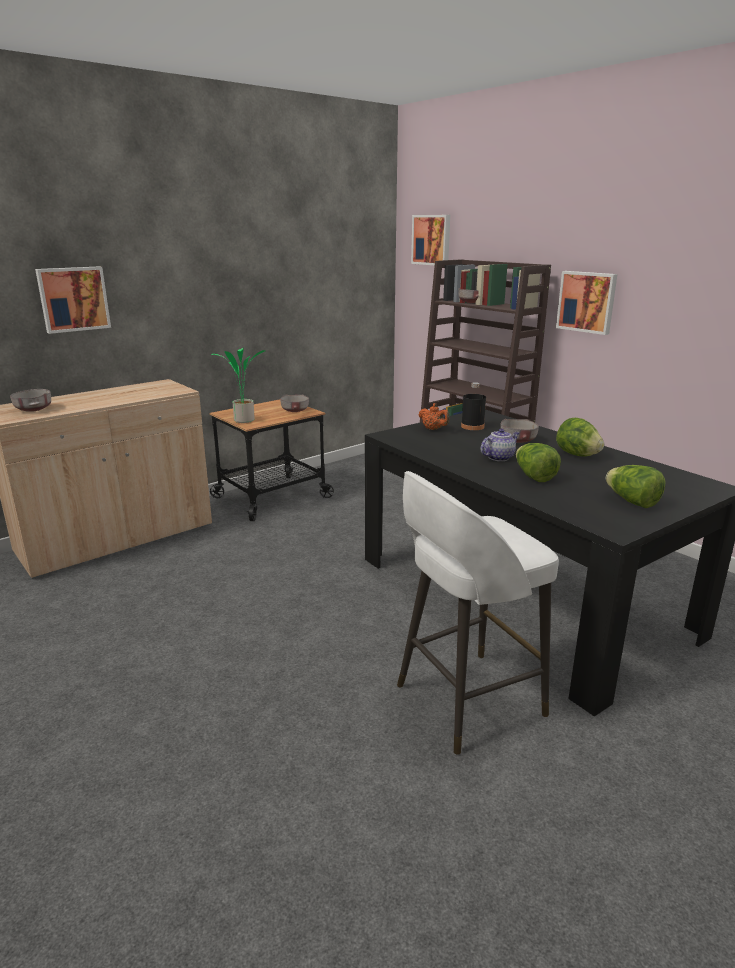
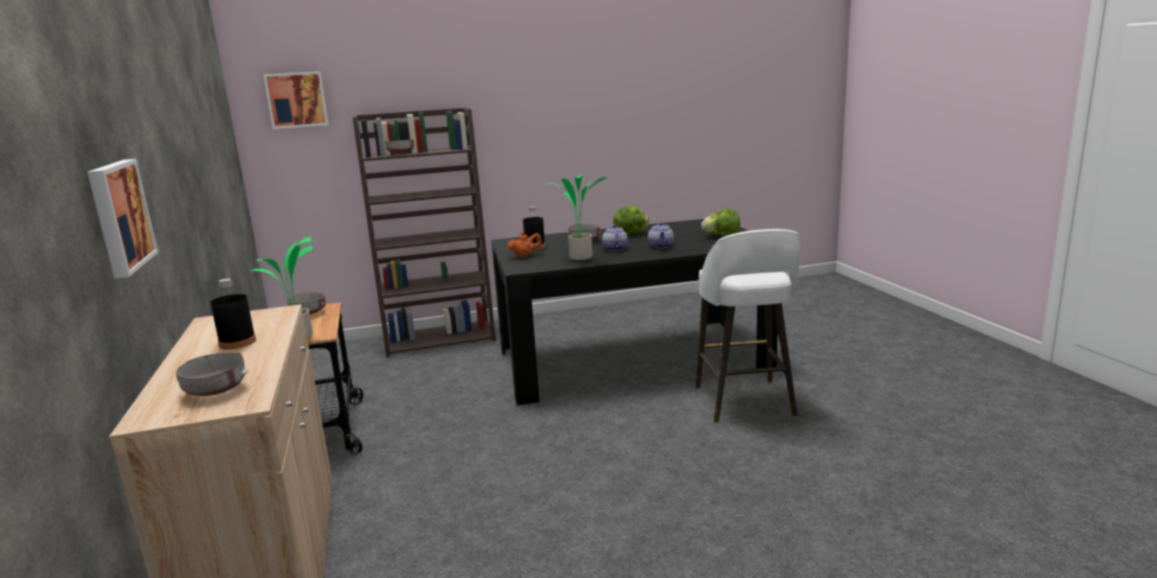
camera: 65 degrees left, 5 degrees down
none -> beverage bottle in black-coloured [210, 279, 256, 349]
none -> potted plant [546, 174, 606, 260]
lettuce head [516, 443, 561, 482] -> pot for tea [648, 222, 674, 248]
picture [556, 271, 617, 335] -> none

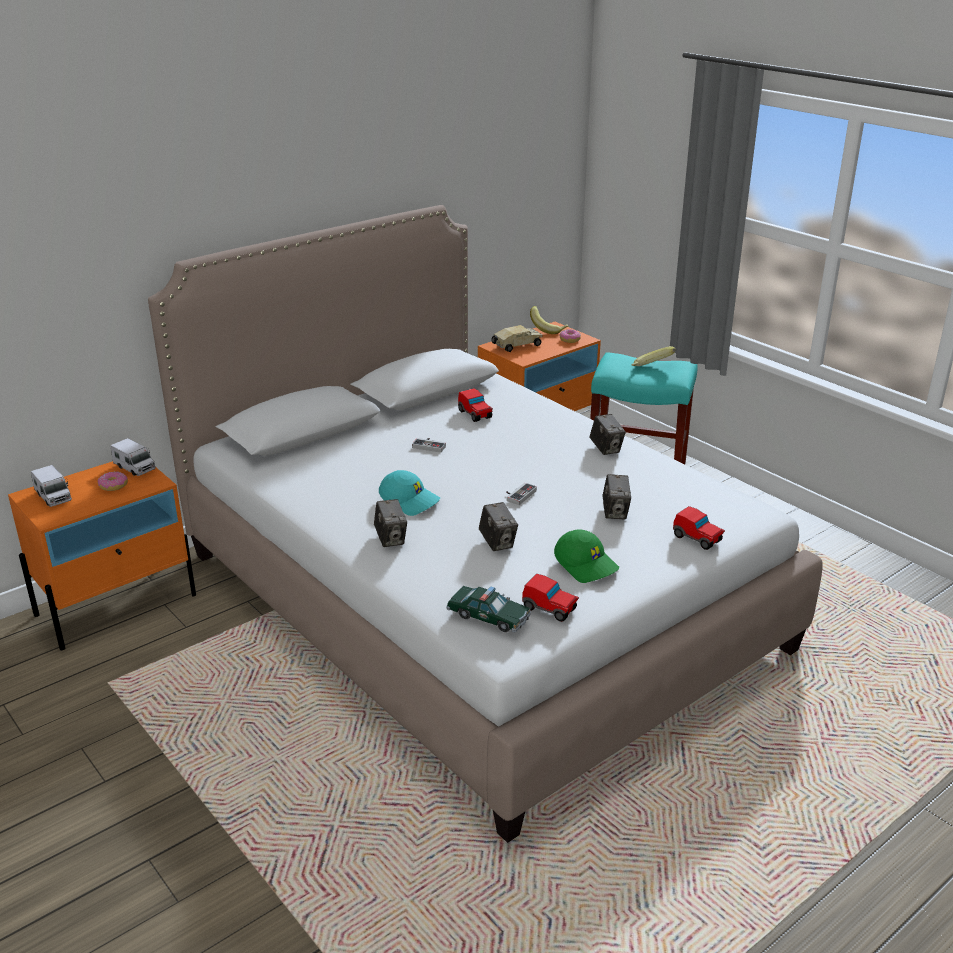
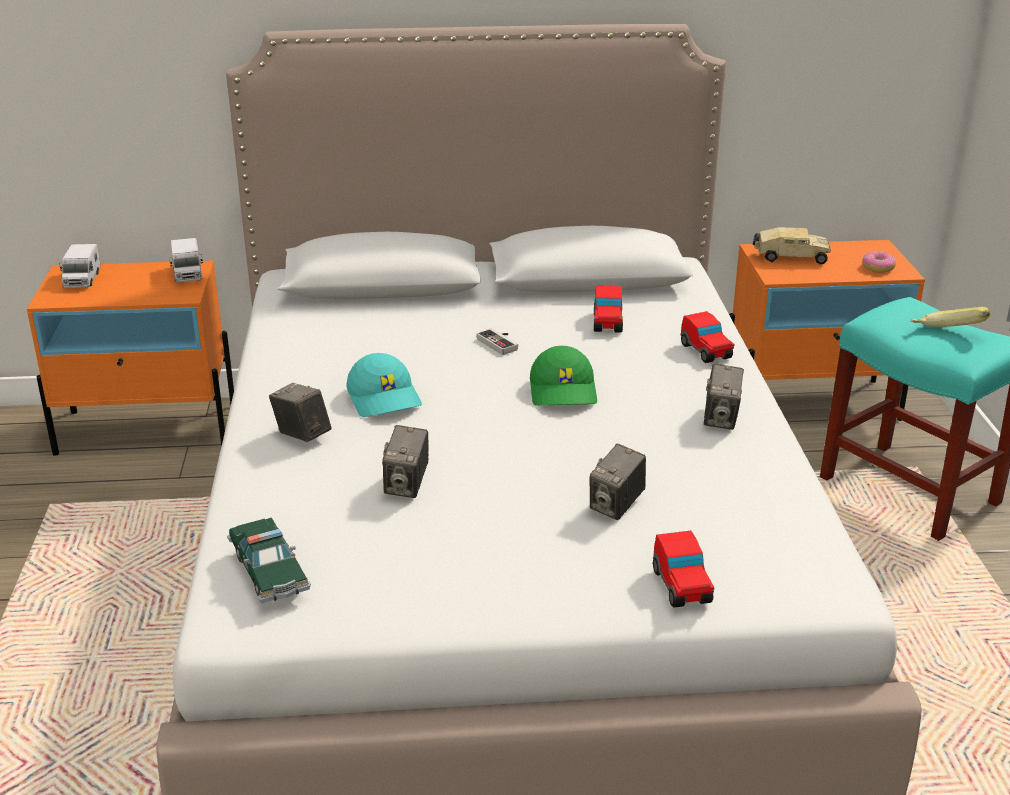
camera: 35 degrees right, 0 degrees up
photo camera [374, 499, 407, 547] -> photo camera [269, 383, 332, 442], 120 degrees clockwise
peaked cap in green [554, 529, 619, 583] -> peaked cap in green [530, 346, 597, 406], shifted
miniature car [522, 574, 579, 622] -> miniature car [681, 311, 735, 363], shifted
doughnut [98, 471, 128, 491] -> none
joypad [506, 483, 537, 505] -> none
banana [530, 306, 569, 334] -> none

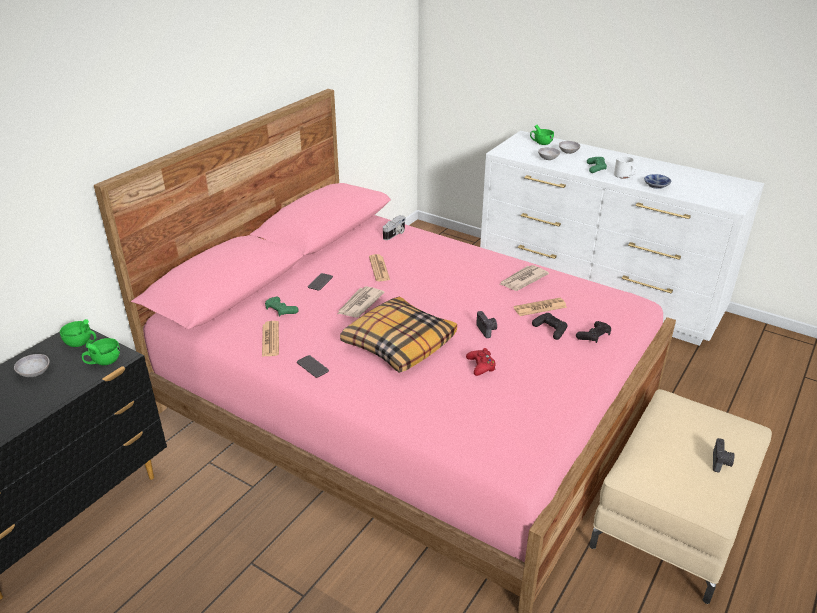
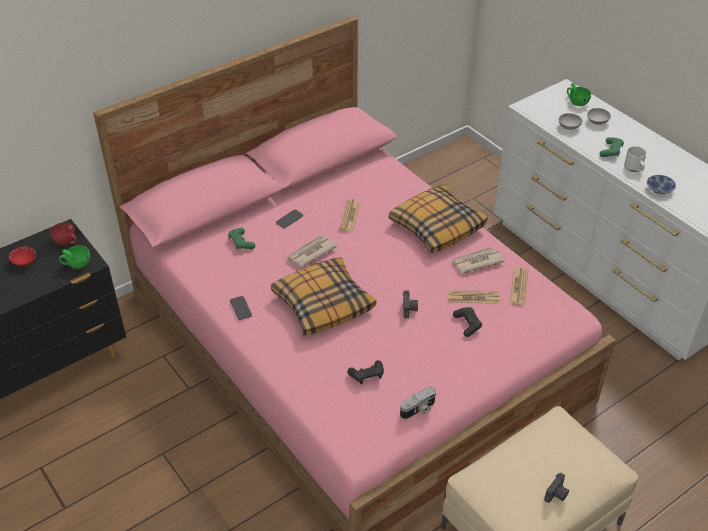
camera: 20 degrees right, 10 degrees up
serving bowl in grey [14, 354, 50, 377] -> serving bowl in red [9, 246, 36, 266]
small cup in green [60, 319, 96, 347] -> small cup in red [50, 222, 77, 245]
joypad in black-coloured [576, 321, 611, 343] -> joypad in black-coloured [347, 360, 384, 384], shifted
none -> cushion [389, 184, 488, 253]
photo camera [383, 215, 406, 240] -> photo camera [400, 387, 436, 419], shifted
printed paper [262, 321, 279, 357] -> printed paper [510, 268, 528, 306], shifted
joypad in red [466, 348, 496, 376] -> none

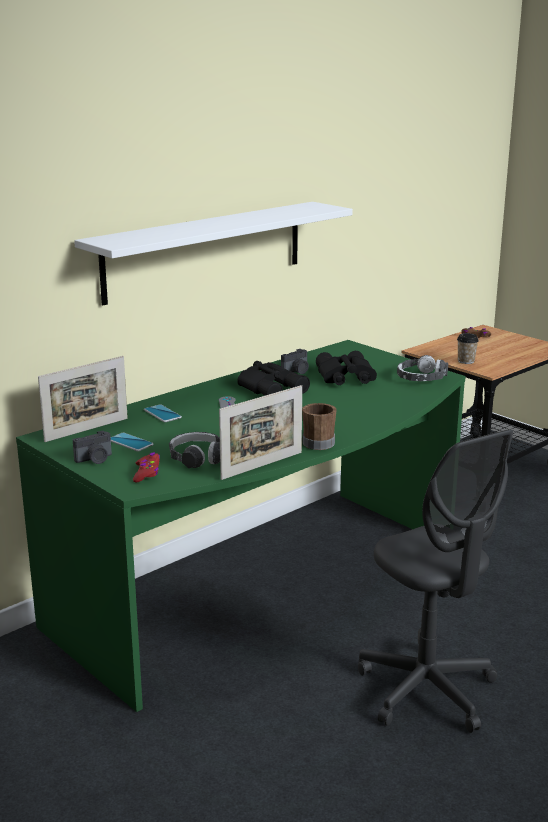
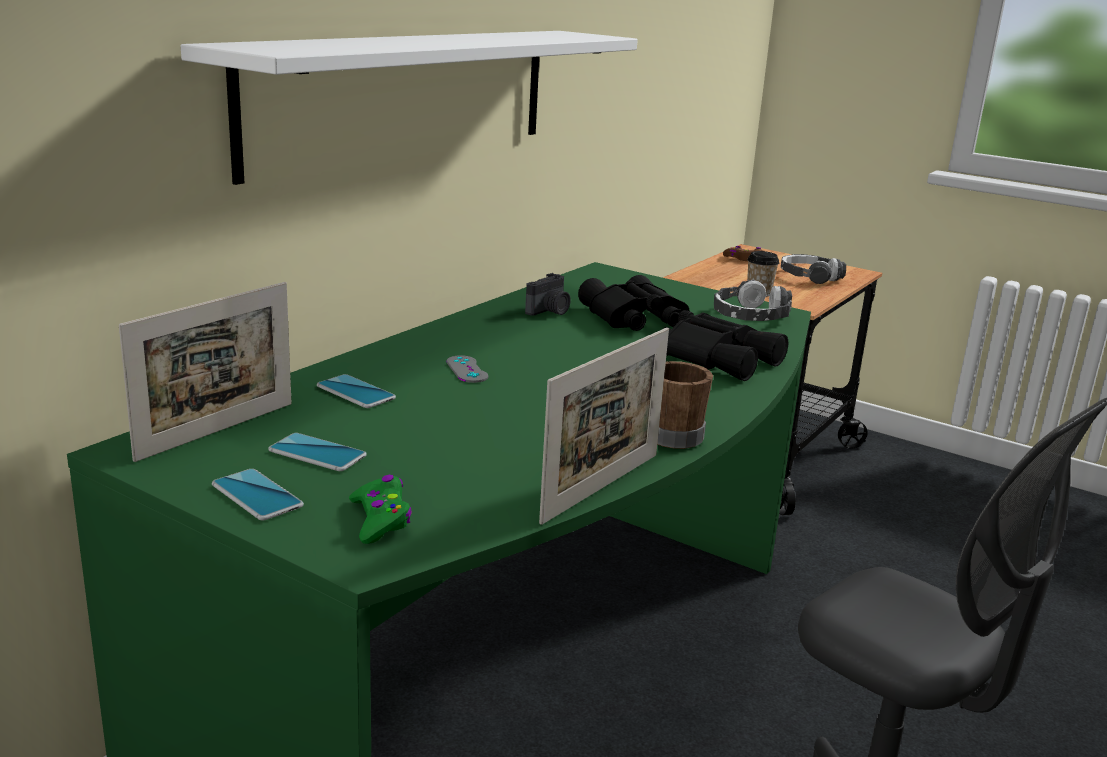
camera: 15 degrees left, 0 degrees up
photo camera [73, 431, 112, 464] -> handset [212, 469, 304, 521]
joypad in red [133, 452, 160, 482] -> joypad in green [349, 475, 412, 544]
binoculars in black-coloured [237, 361, 310, 396] -> binoculars in black-coloured [663, 310, 788, 381], shifted
headset [169, 432, 220, 468] -> headset [781, 254, 846, 284], shifted

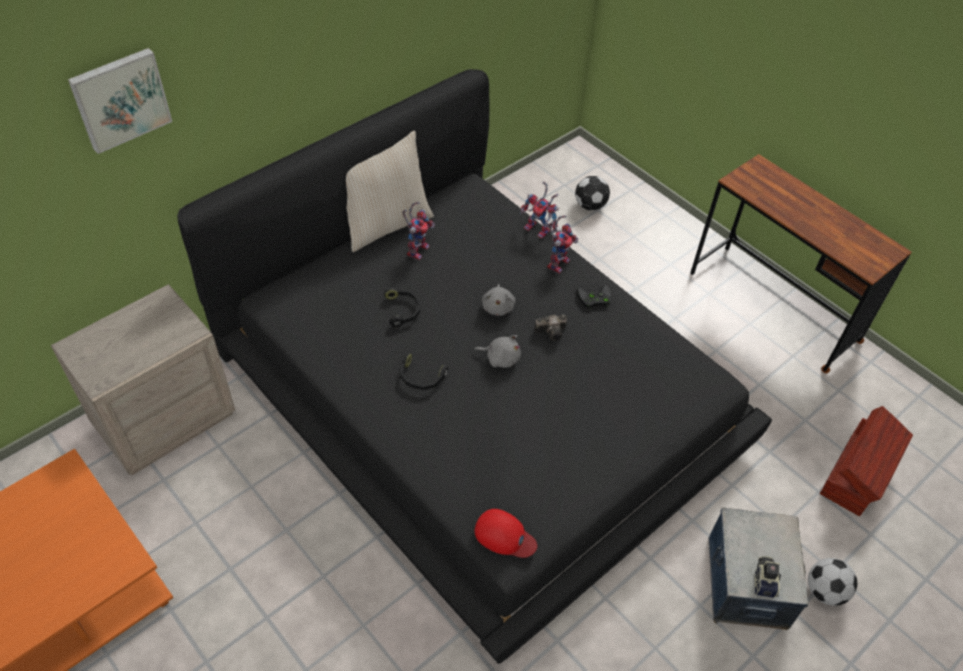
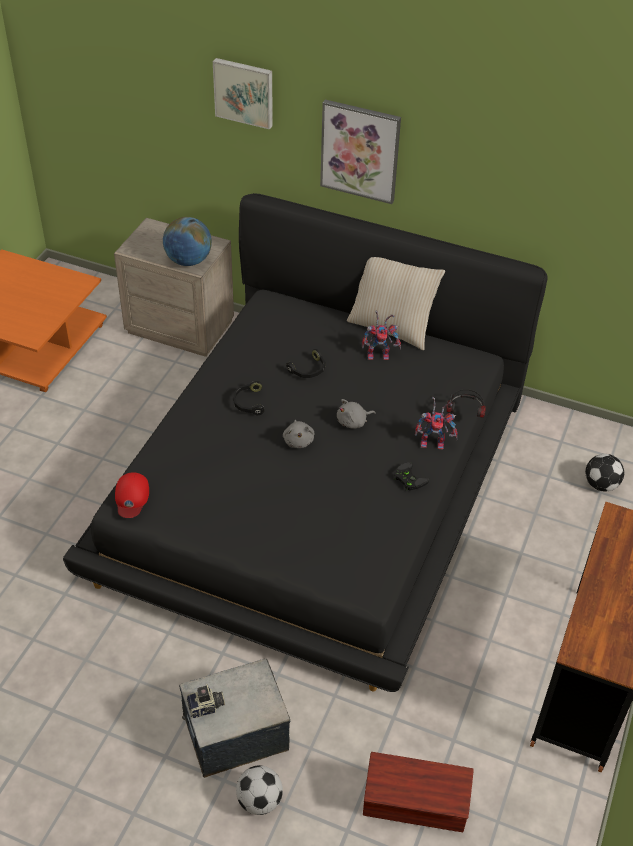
camera: 65 degrees right, 5 degrees down
none -> desk globe [163, 217, 212, 266]
none -> picture [320, 100, 401, 204]
toy robot [520, 181, 559, 239] -> headset [447, 389, 486, 426]
photo camera [535, 315, 567, 341] -> none

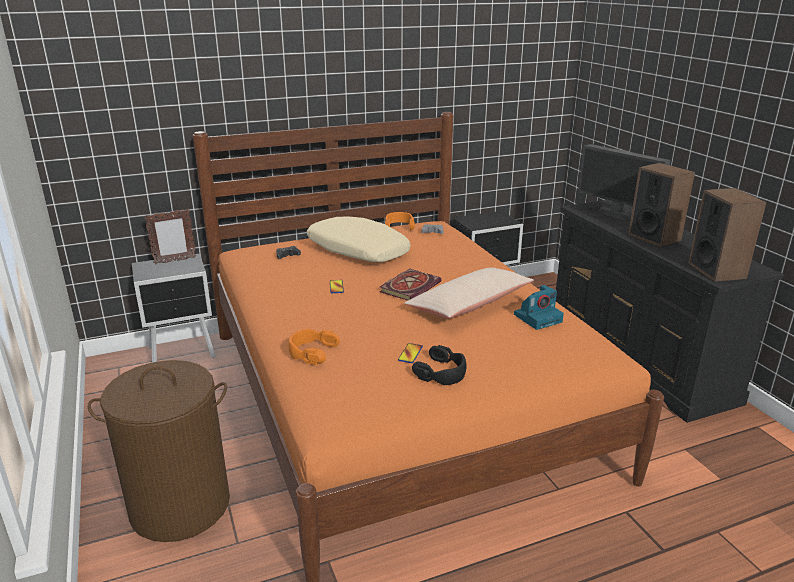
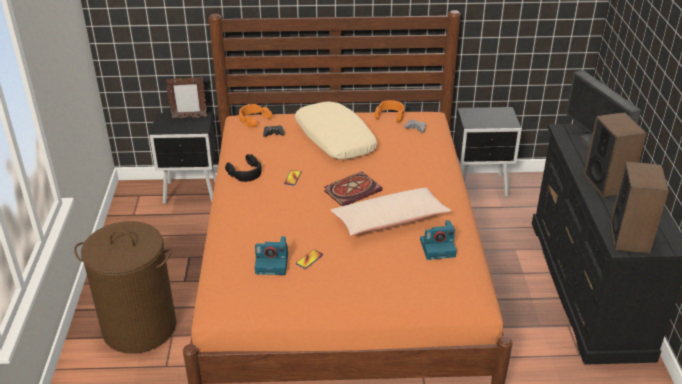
camera: 20 degrees right, 10 degrees up
headset in black-coloured [412, 345, 466, 385] -> headset in black-coloured [225, 154, 262, 182], shifted
headset in orange-coloured [288, 329, 340, 365] -> headset in orange-coloured [239, 104, 272, 128], shifted
none -> photo camera [255, 236, 288, 275]

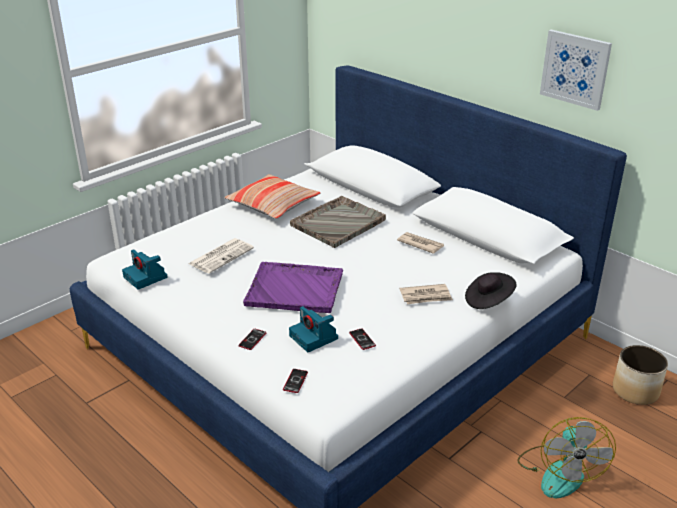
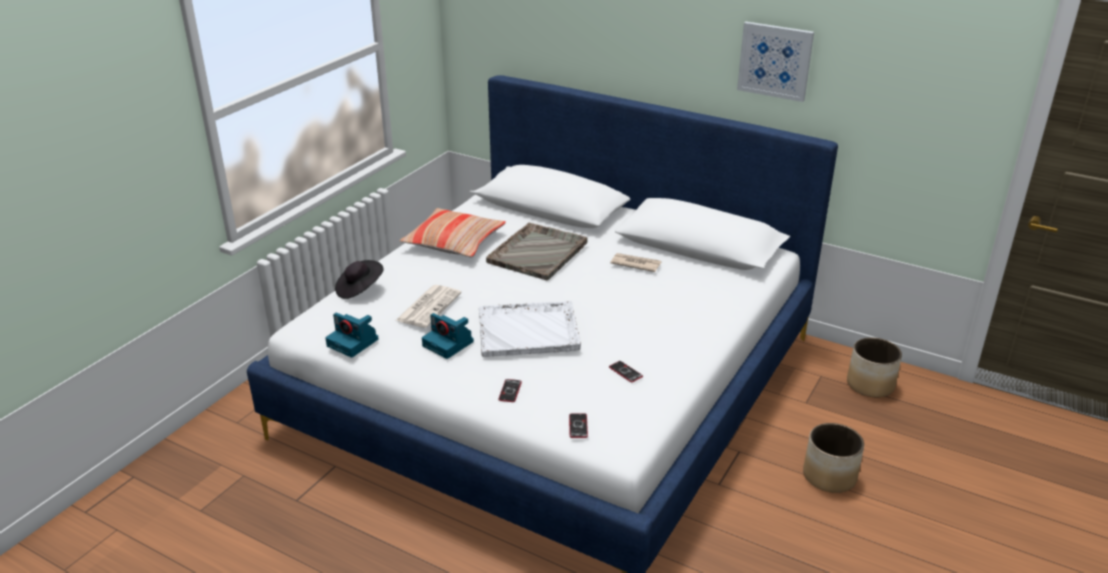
camera: 15 degrees left, 0 degrees up
hat in black-coloured [465, 272, 517, 309] -> hat in black-coloured [335, 260, 384, 299], shifted
photo camera [289, 306, 338, 352] -> photo camera [422, 313, 474, 359], shifted
carrying tray in purplish [243, 262, 343, 313] -> carrying tray in white [479, 301, 581, 357]
cooling fan [517, 417, 616, 498] -> flower pot [803, 423, 864, 493]
printed paper [399, 284, 453, 304] -> none

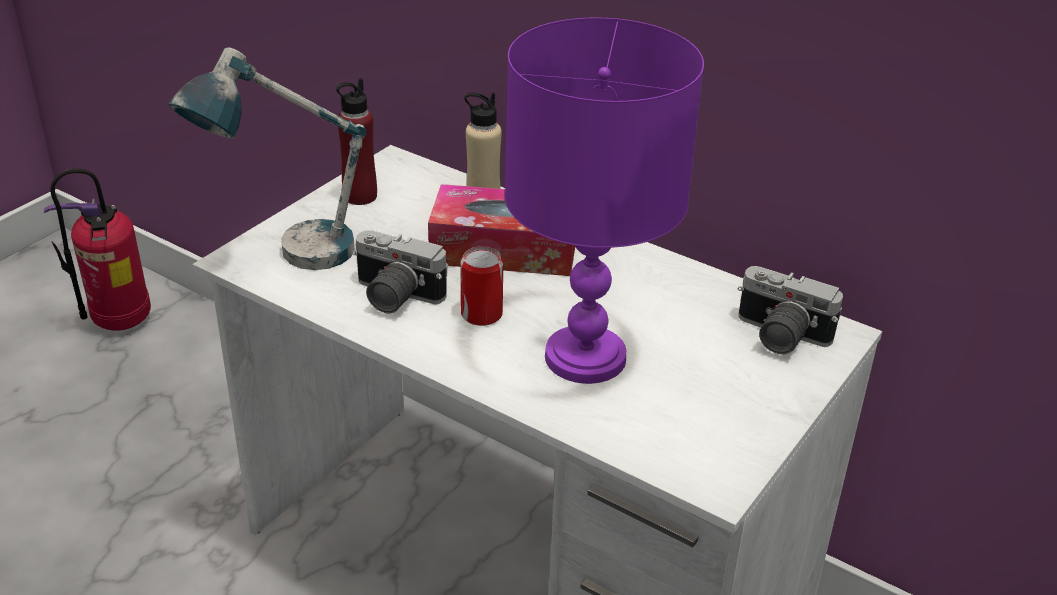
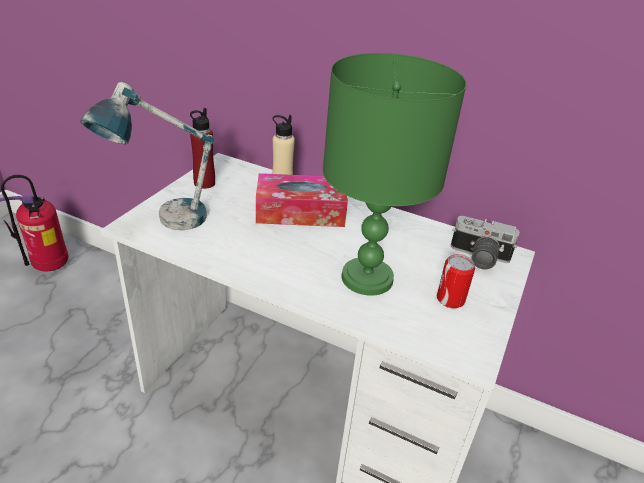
camera: 10 degrees left, 0 degrees up
table lamp in purplish [505, 18, 704, 384] -> table lamp in green [323, 53, 467, 296]
metal can [460, 246, 503, 326] -> metal can [437, 254, 475, 308], shifted
photo camera [352, 230, 448, 314] -> none

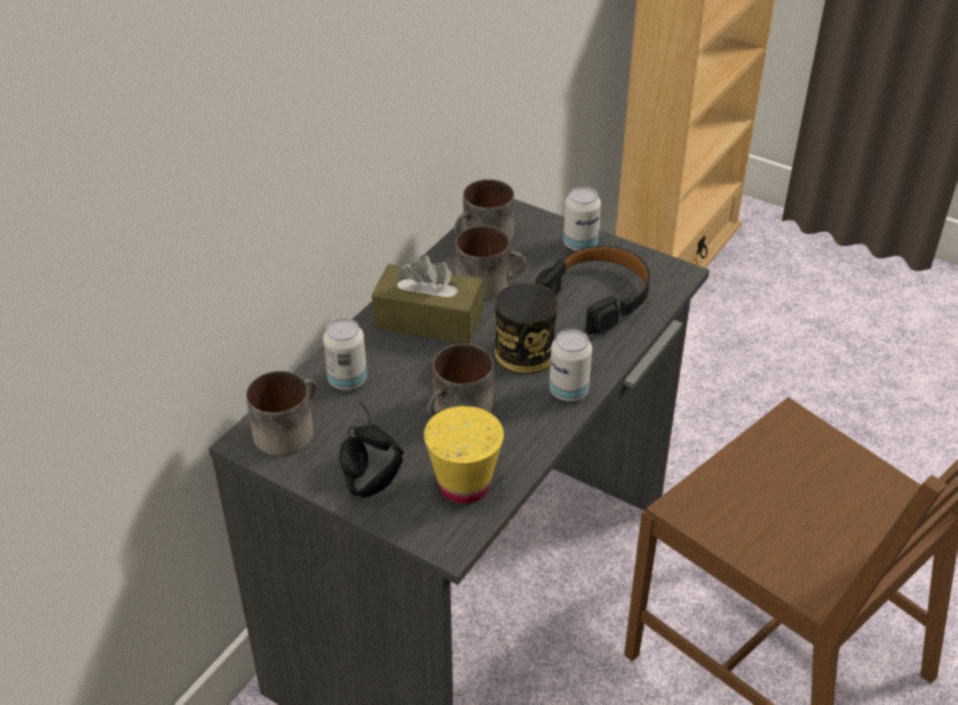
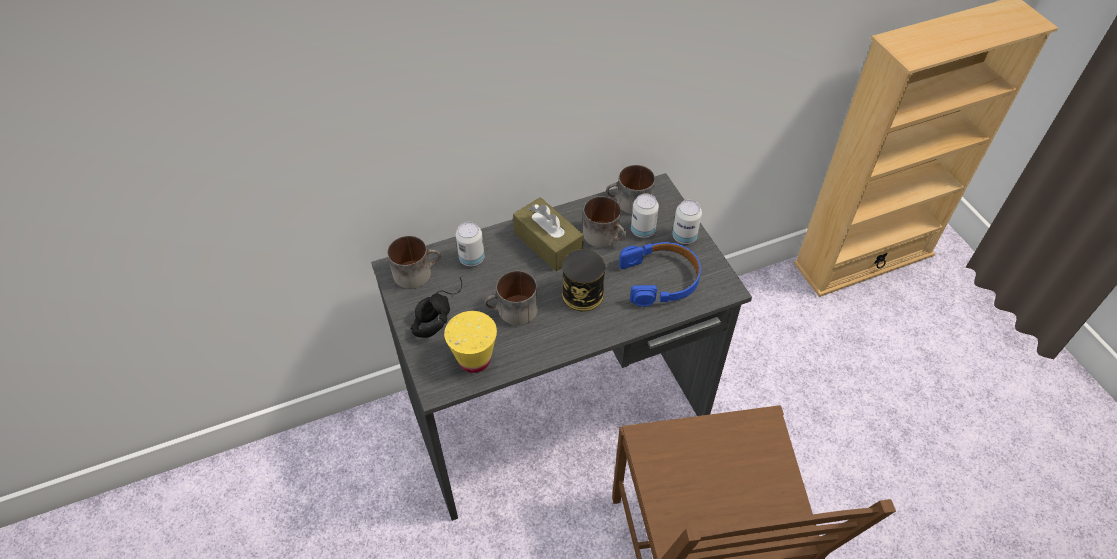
camera: 35 degrees right, 10 degrees up
headset in black-coloured [535, 246, 650, 334] -> headset in blue [619, 242, 701, 306]
metal can [549, 329, 592, 401] -> metal can [631, 194, 659, 238], shifted

